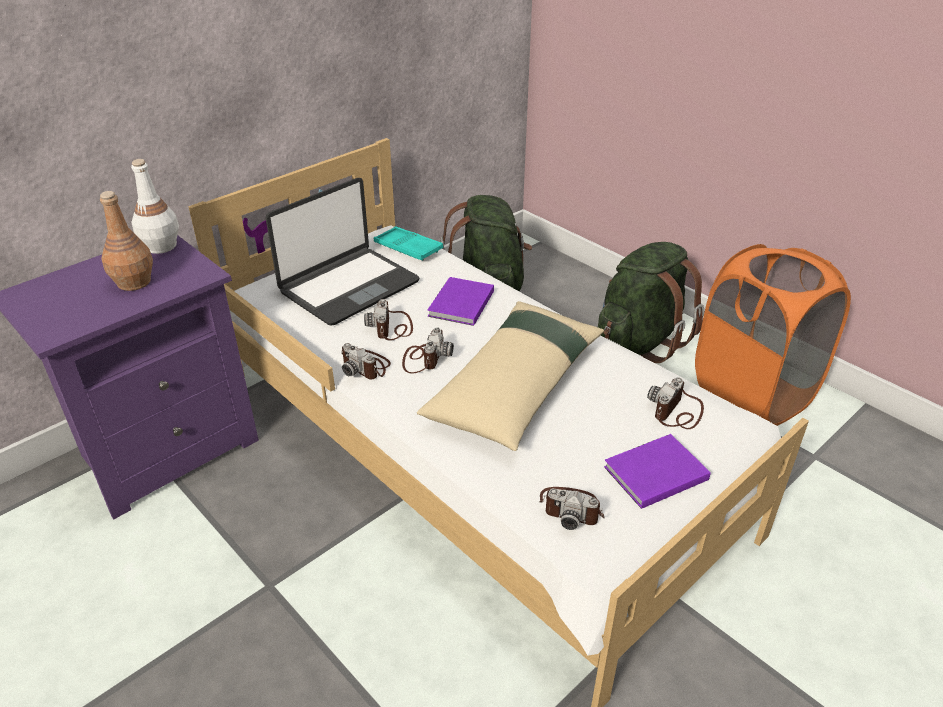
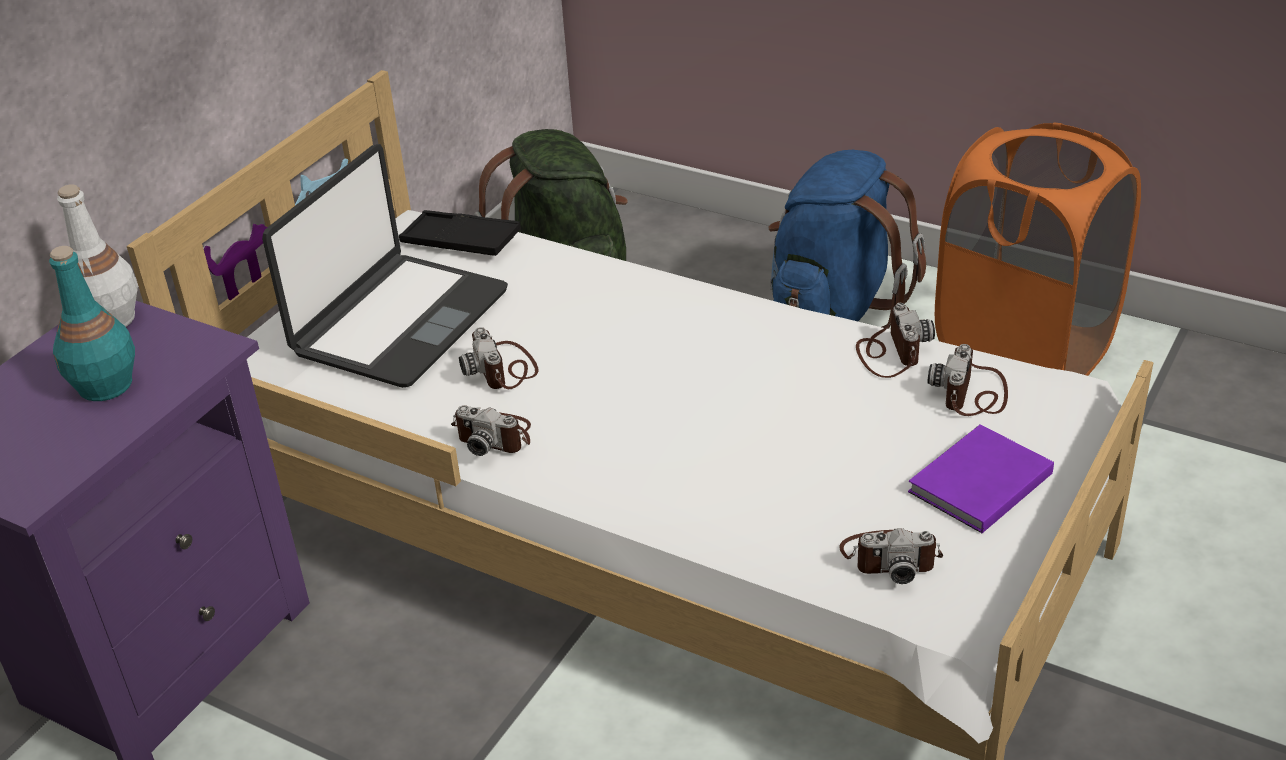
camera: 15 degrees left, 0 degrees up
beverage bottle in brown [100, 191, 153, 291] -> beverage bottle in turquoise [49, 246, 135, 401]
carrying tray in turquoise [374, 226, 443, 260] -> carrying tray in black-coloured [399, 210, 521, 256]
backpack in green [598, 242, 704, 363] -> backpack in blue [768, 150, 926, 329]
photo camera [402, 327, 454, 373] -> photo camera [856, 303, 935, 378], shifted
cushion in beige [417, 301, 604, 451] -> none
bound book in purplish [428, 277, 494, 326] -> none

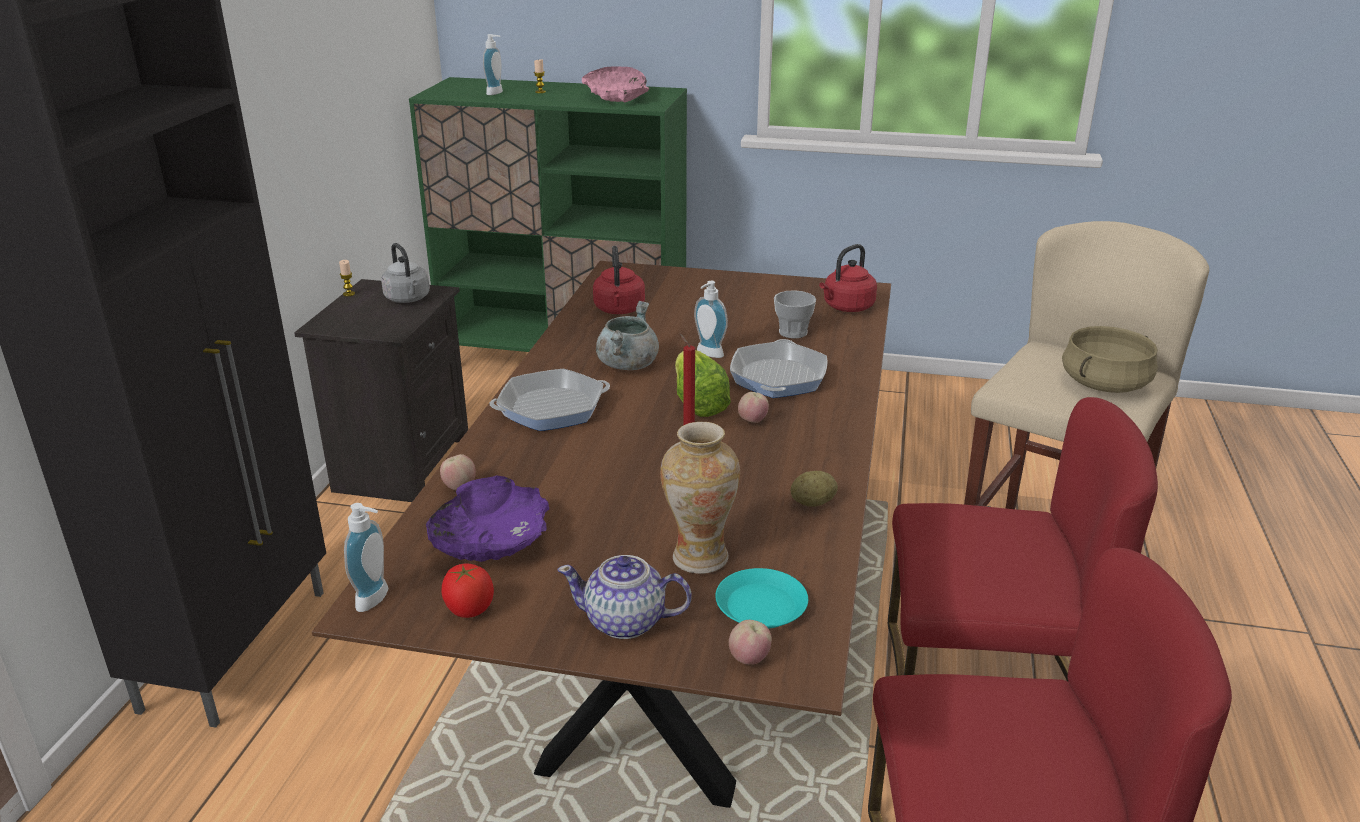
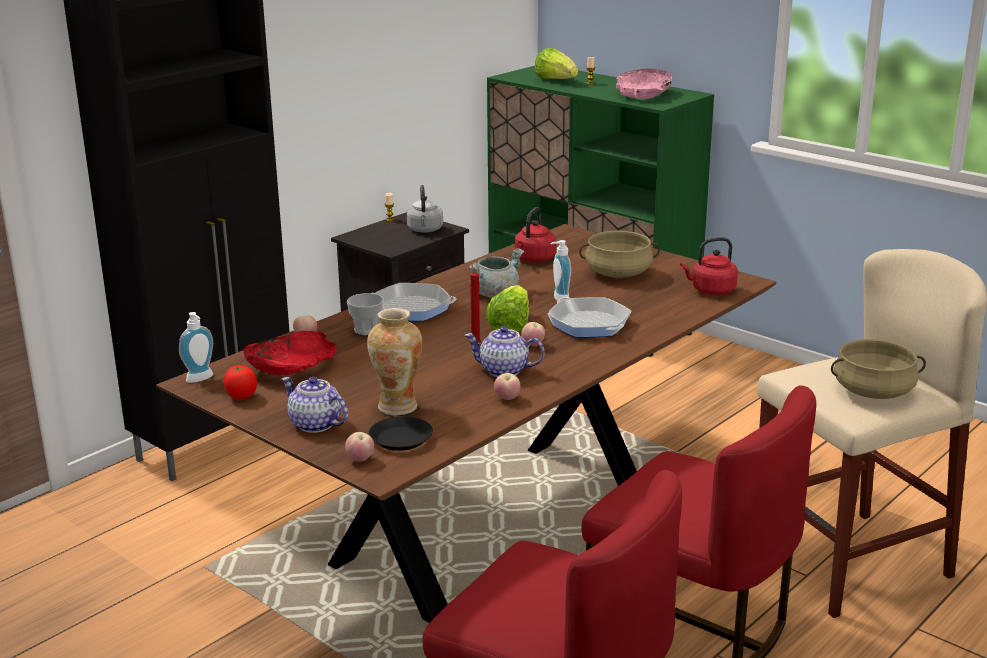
camera: 30 degrees right, 5 degrees down
serving bowl in purplish [426, 475, 549, 562] -> serving bowl in red [243, 331, 337, 376]
small cup [774, 290, 816, 338] -> small cup [347, 293, 384, 335], shifted
plate in turquoise [715, 568, 808, 629] -> plate in black-coloured [369, 416, 433, 451]
none -> pot for tea [464, 326, 544, 377]
spud [791, 471, 838, 507] -> whole apple [494, 373, 520, 400]
liquid soap bottle [483, 34, 503, 95] -> lettuce head [534, 48, 578, 79]
skillet [730, 339, 828, 398] -> skillet [548, 297, 631, 338], 105 degrees clockwise
none -> cooking pot in beige [579, 231, 660, 278]

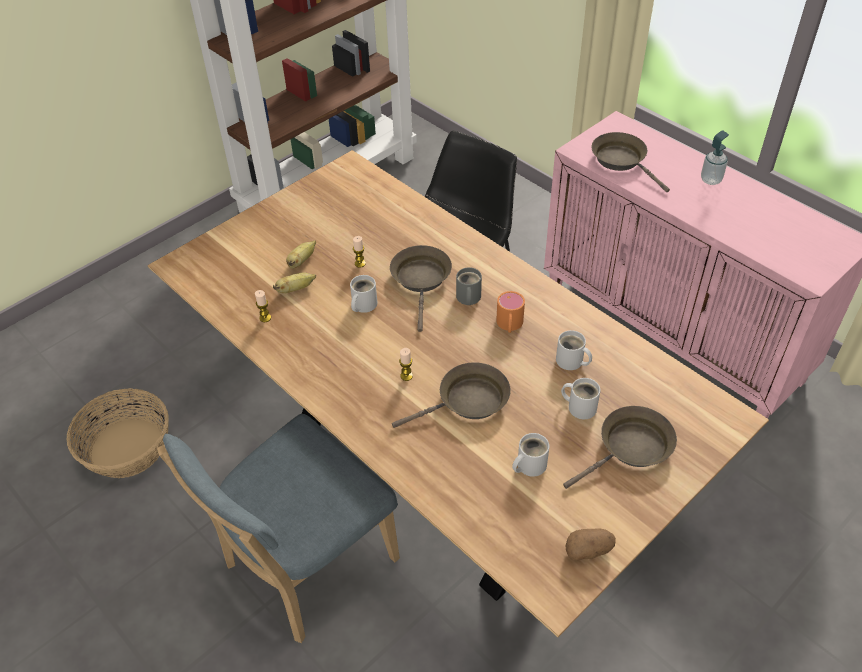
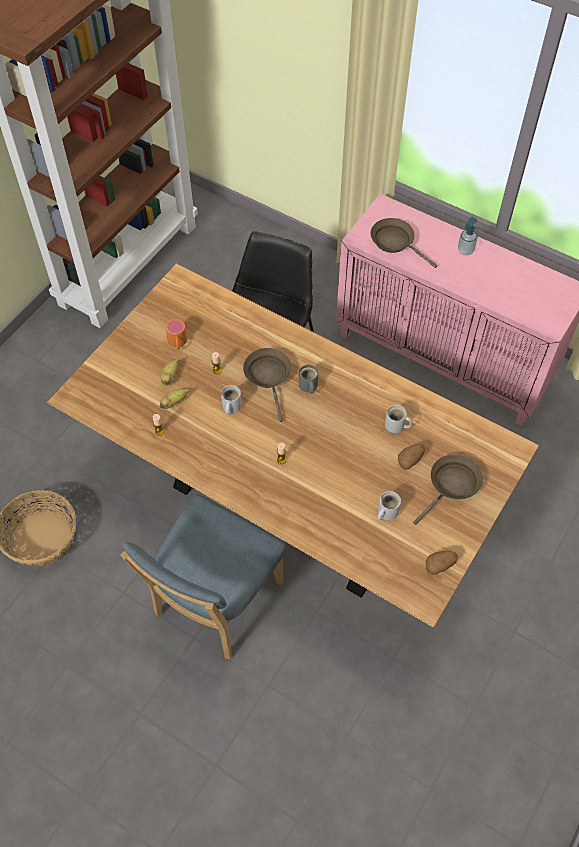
camera: 15 degrees left, 10 degrees up
mug in orange-coloured [496, 291, 525, 333] -> mug in orange-coloured [165, 319, 187, 350], shifted
mug in white [561, 378, 600, 419] -> spud [398, 444, 425, 470]
skillet in brown [392, 362, 511, 428] -> none

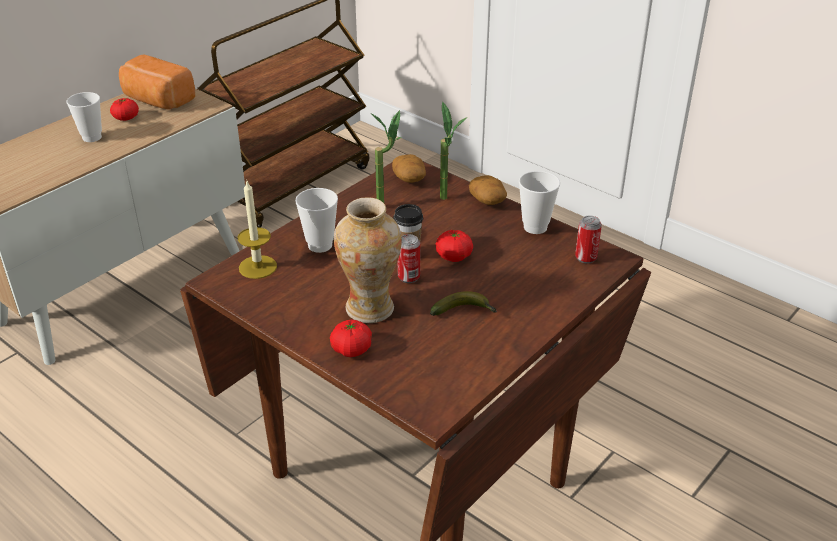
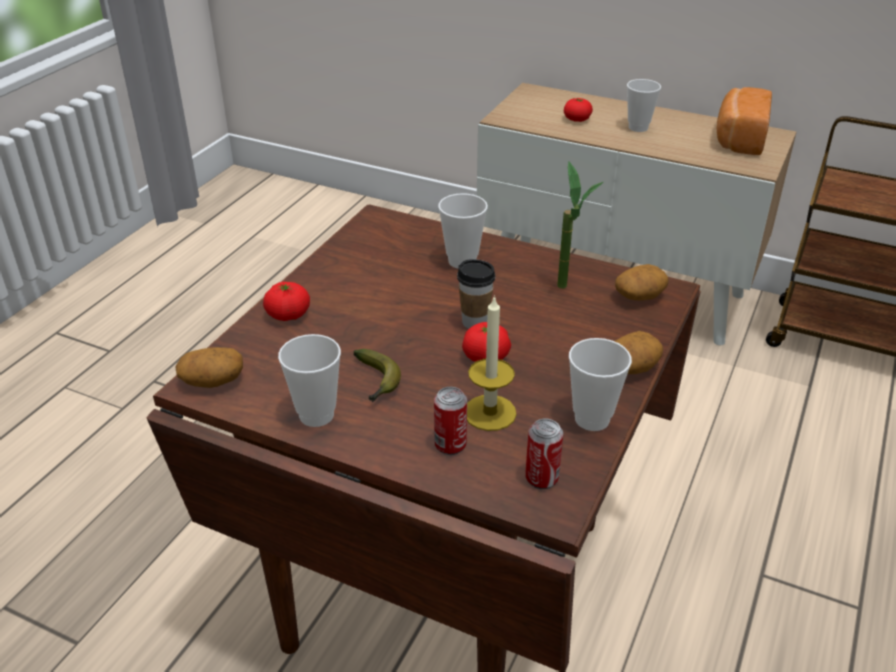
camera: 75 degrees right, 0 degrees up
none -> spud [176, 347, 243, 388]
none -> small cup [278, 334, 341, 427]
metal can [398, 234, 420, 283] -> metal can [434, 387, 467, 455], shifted
wax candle [238, 179, 277, 279] -> wax candle [467, 295, 517, 431], shifted
fresh tomato [110, 98, 139, 121] -> fresh tomato [564, 98, 593, 122], shifted
flower vase [334, 197, 402, 323] -> none
potted plant [440, 102, 468, 200] -> none

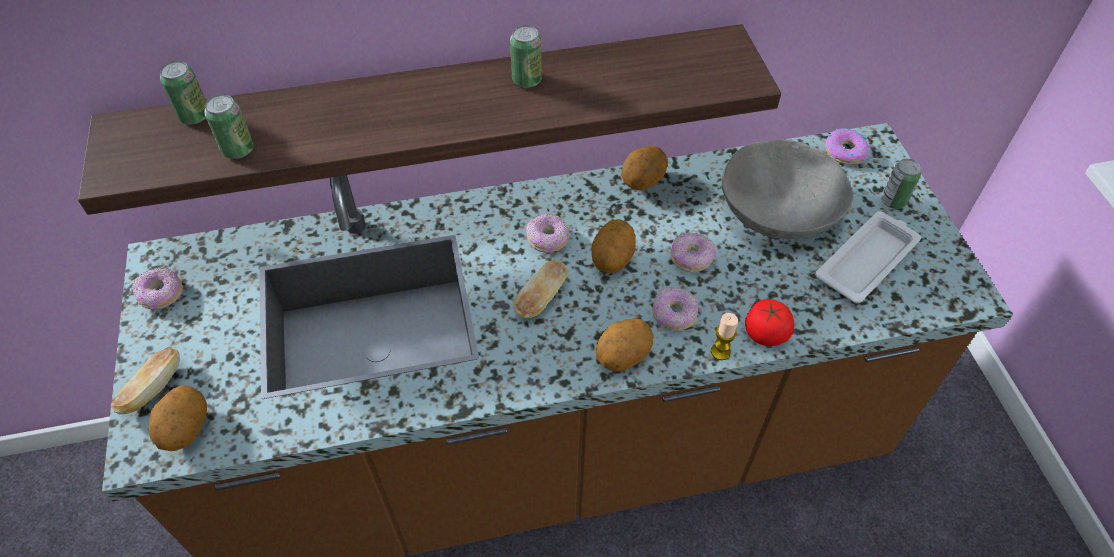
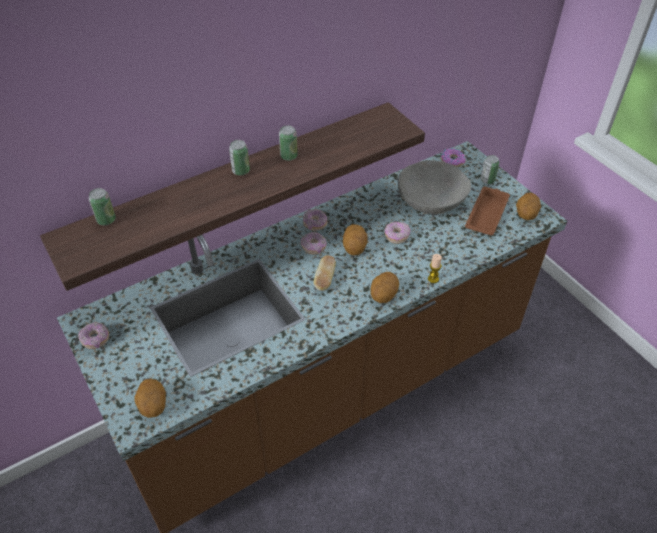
camera: 20 degrees left, 5 degrees down
metal can [204, 94, 254, 159] -> metal can [229, 140, 250, 175], shifted
doughnut [652, 287, 698, 331] -> doughnut [303, 209, 327, 231], shifted
carrying tray in white [815, 211, 921, 304] -> carrying tray in brown [465, 187, 510, 236]
spud [621, 146, 668, 190] -> spud [516, 193, 541, 220], shifted
bread [111, 347, 180, 415] -> none
fresh tomato [745, 299, 794, 346] -> none

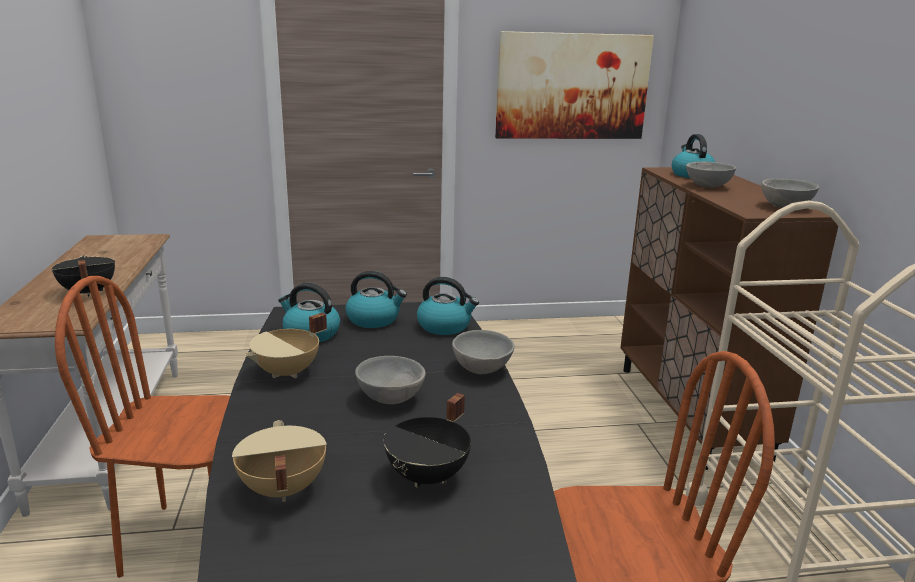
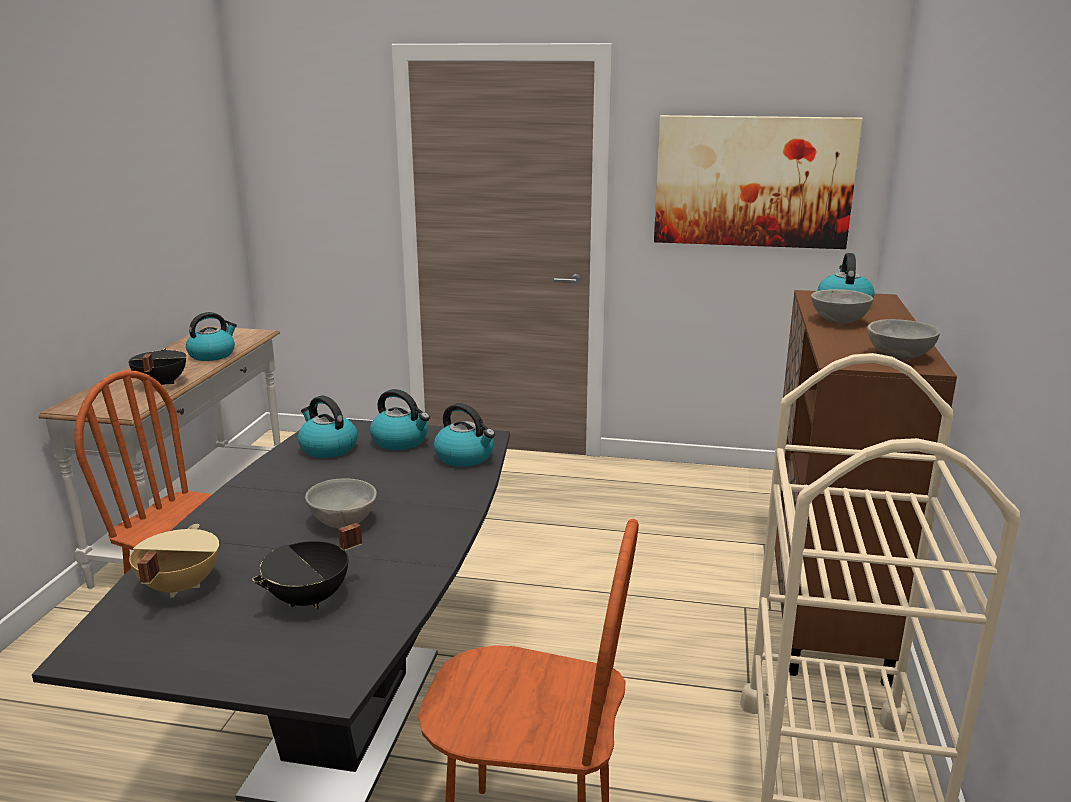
camera: 20 degrees right, 0 degrees up
none -> tea kettle [186, 312, 237, 361]
cooking pot in beige [246, 313, 327, 378] -> none
serving bowl in grey [452, 330, 515, 374] -> none

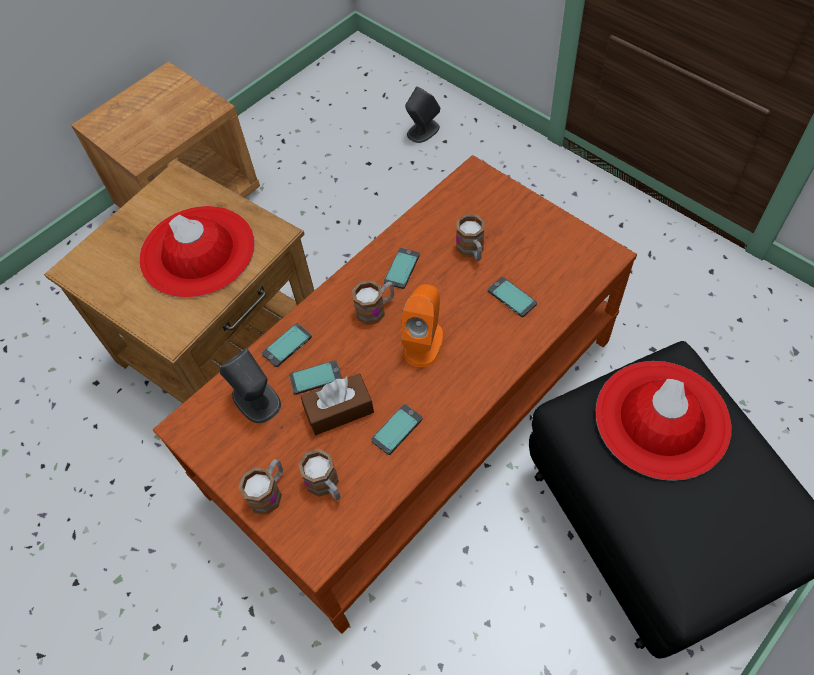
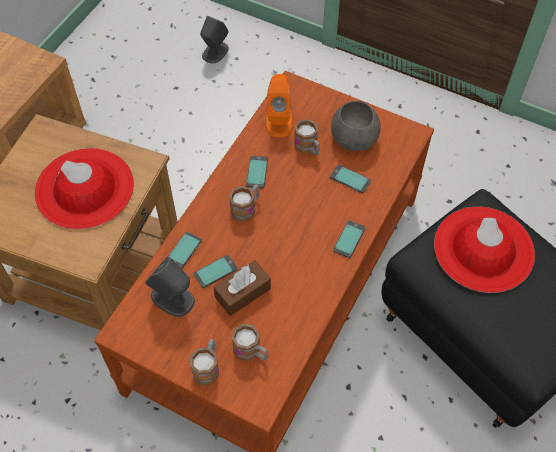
camera: 20 degrees left, 0 degrees up
audio speaker in orange-coloured [401, 284, 444, 367] -> audio speaker in orange-coloured [265, 74, 293, 137], shifted
none -> serving bowl in grey [331, 101, 381, 151]
handset [371, 404, 422, 455] -> handset [333, 220, 365, 258], shifted

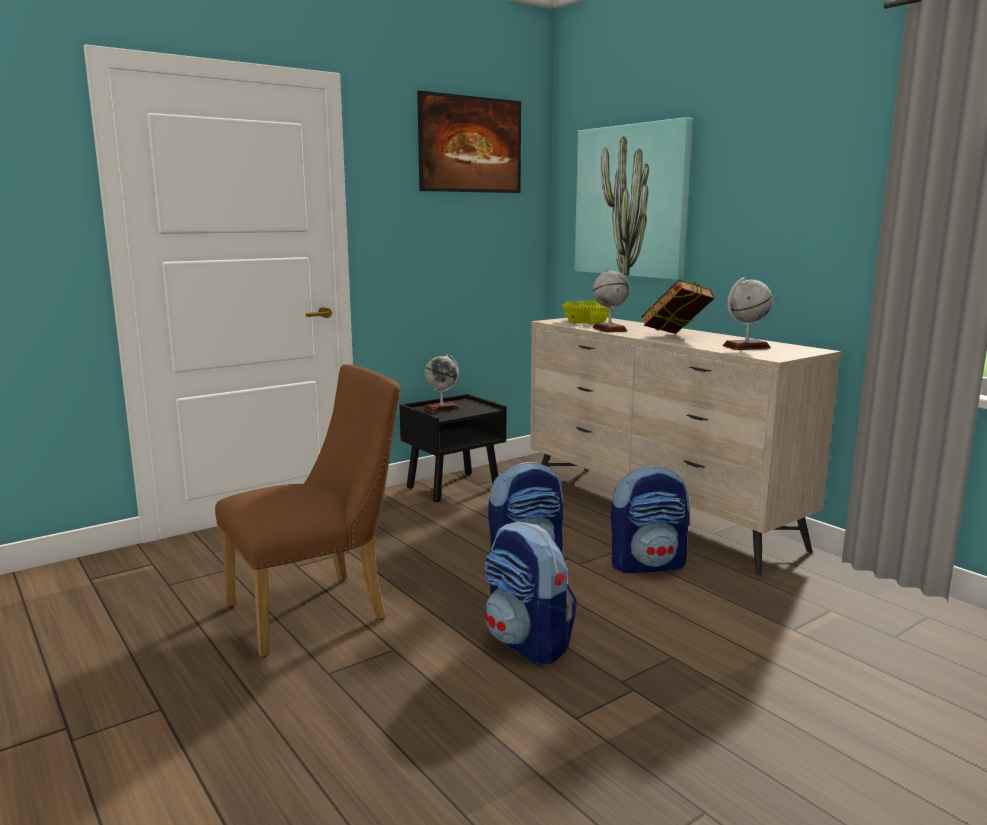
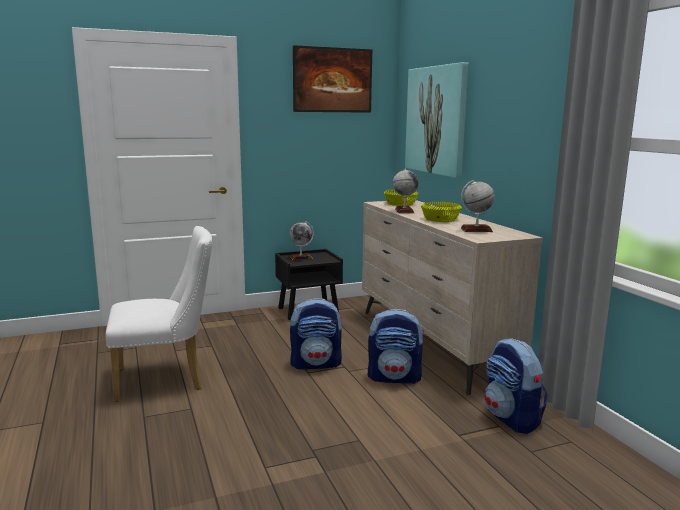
camera: 15 degrees right, 0 degrees up
chair in brown [215, 364, 401, 657] -> chair in white [105, 226, 212, 402]
bound book [641, 280, 715, 334] -> serving bowl in yellow [421, 202, 462, 222]
backpack [485, 522, 577, 664] -> backpack [485, 338, 548, 434], shifted

